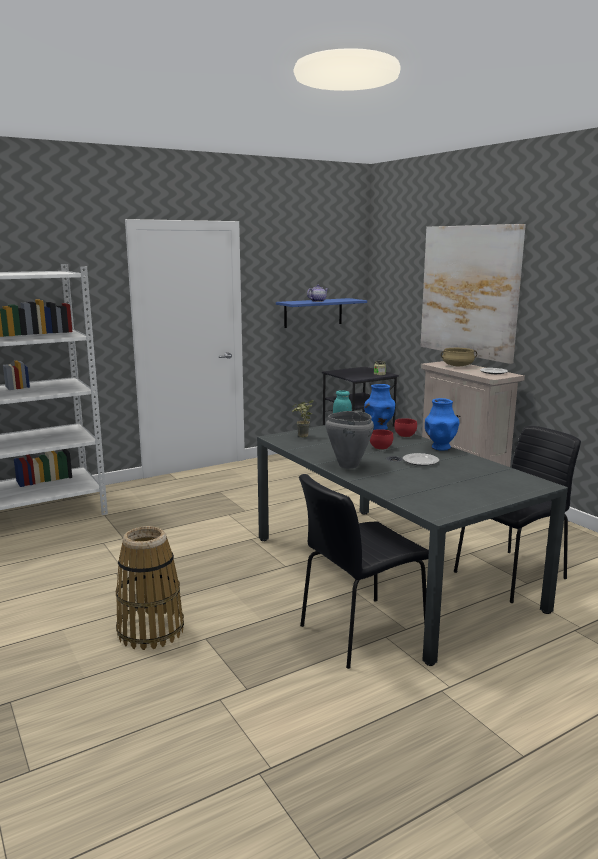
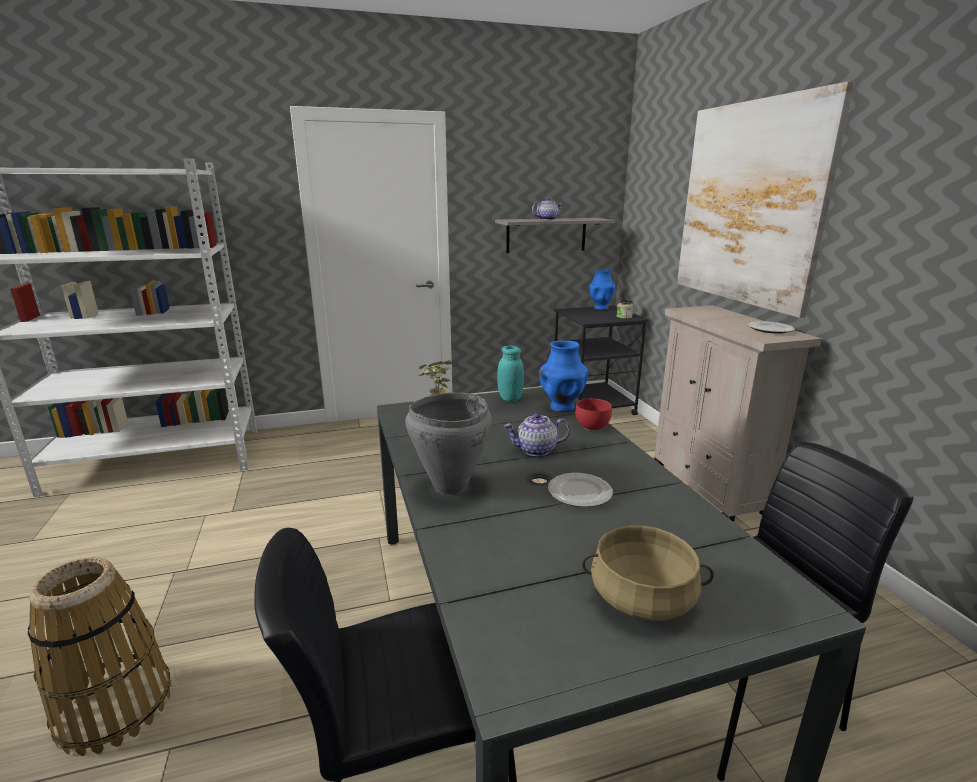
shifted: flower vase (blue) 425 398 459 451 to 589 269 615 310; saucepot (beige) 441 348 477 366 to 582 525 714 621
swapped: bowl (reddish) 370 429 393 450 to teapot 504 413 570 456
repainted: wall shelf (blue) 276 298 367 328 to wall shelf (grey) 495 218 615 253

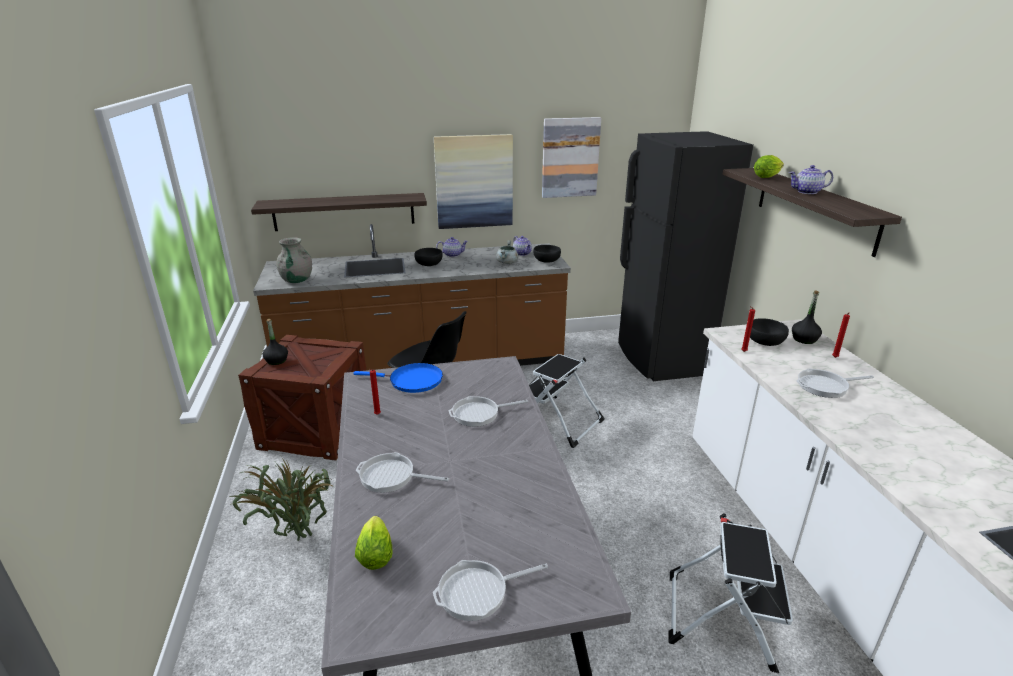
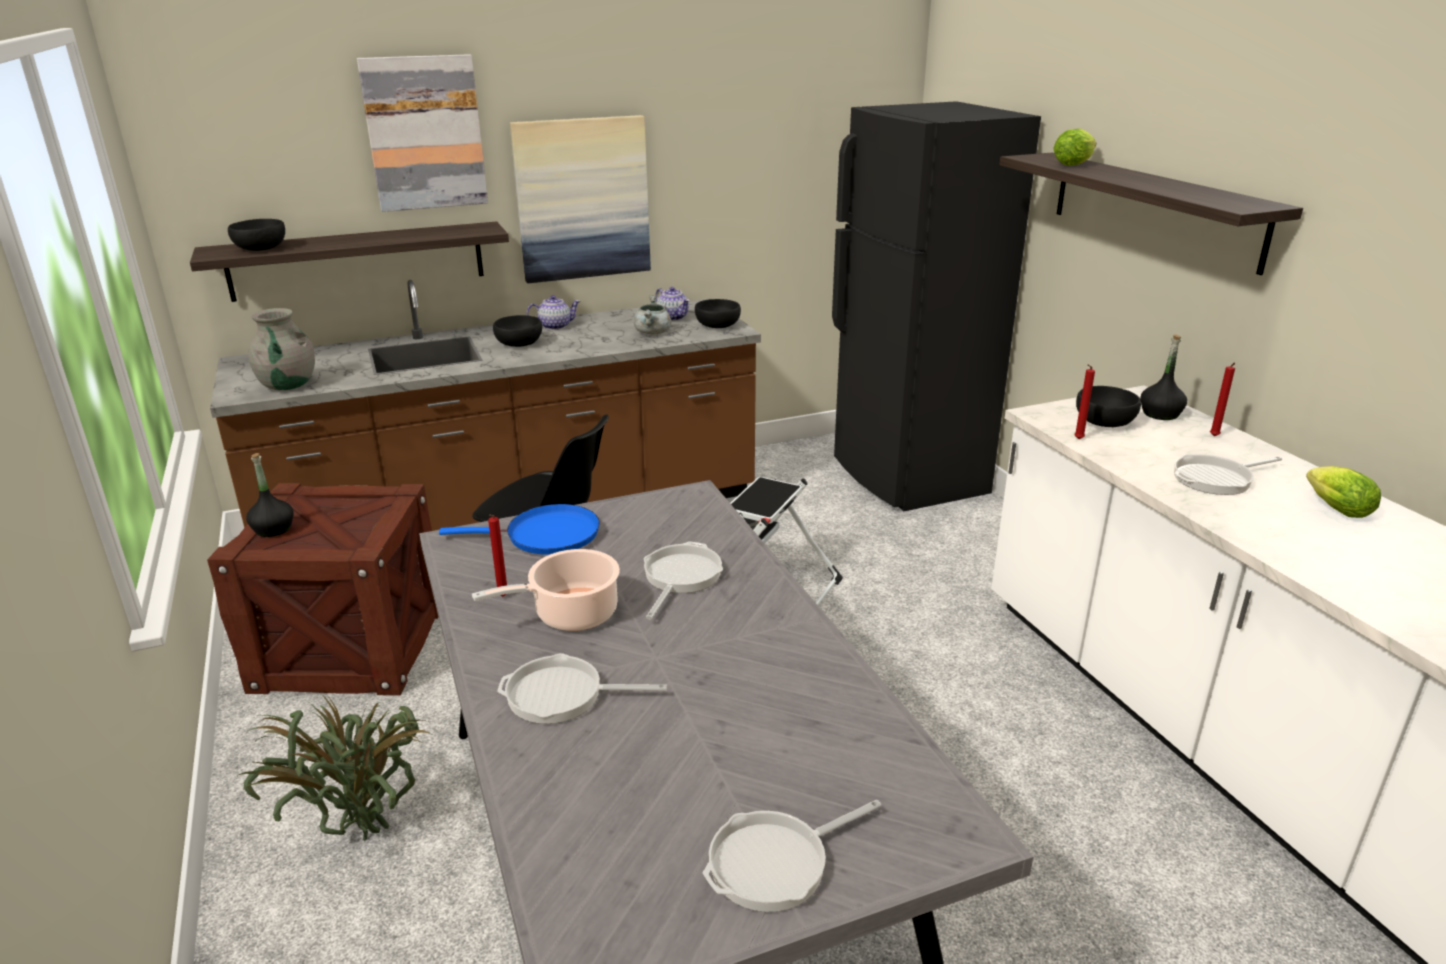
gone: step stool 668 513 793 673; teapot 789 165 833 194
new: bowl (black-coloured) 228 219 285 251; saucepot 472 549 620 631
shifted: lettuce 355 516 393 570 to 1306 466 1381 518; picture 542 117 601 198 to 357 54 488 212
rotated: skillet 449 396 528 427 = 644 541 723 620 135 degrees clockwise

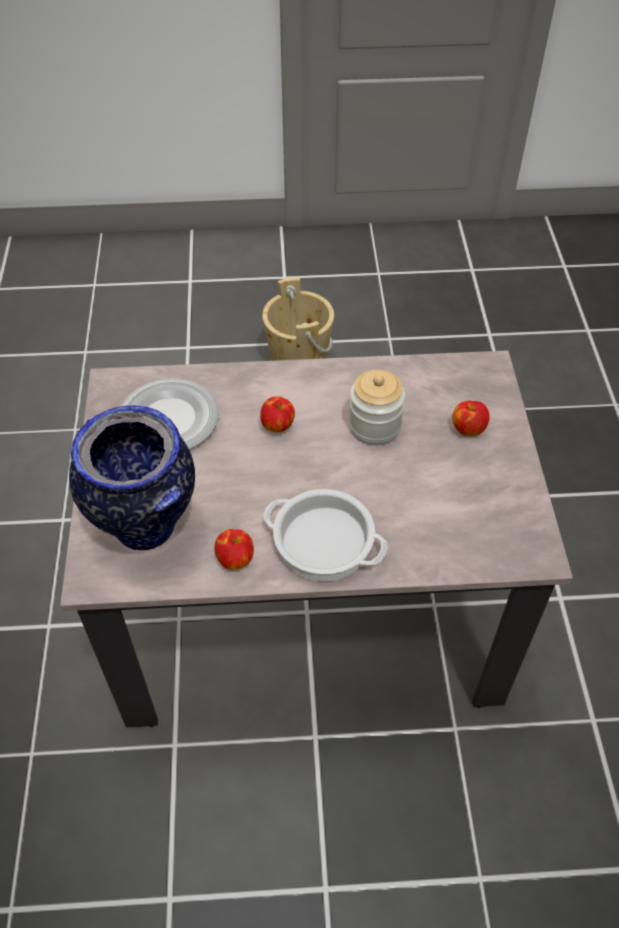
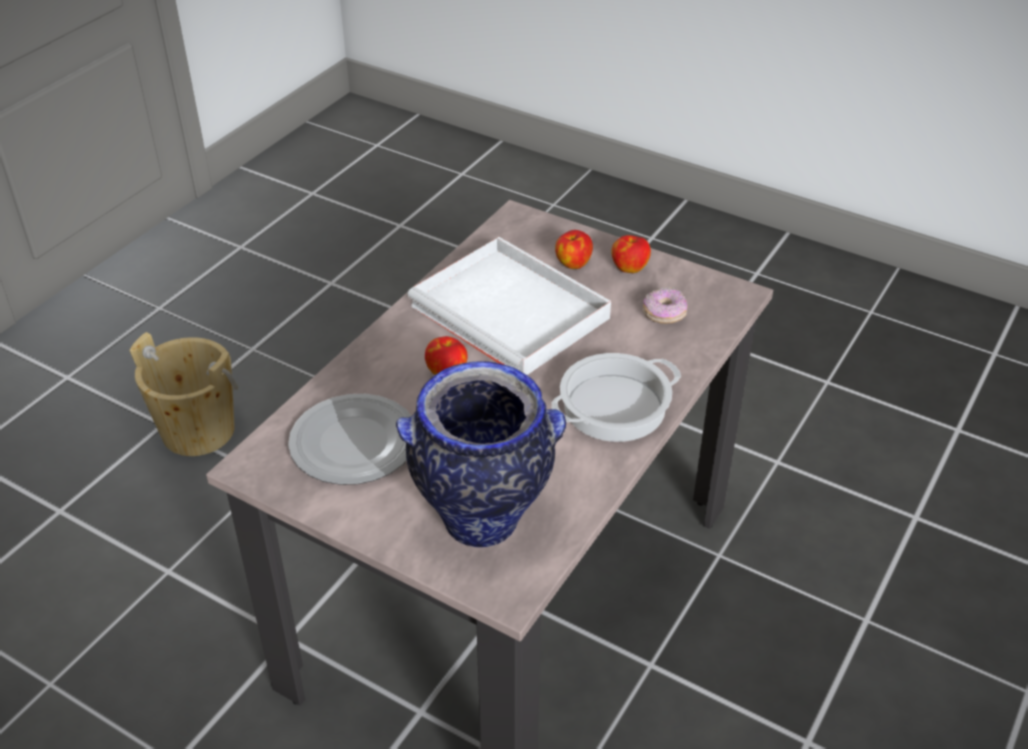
new: donut 643 287 687 324
shifted: apple 215 529 254 570 to 611 235 651 273
swapped: preserve jar 349 370 405 445 to carrying tray (whitish) 407 237 611 375

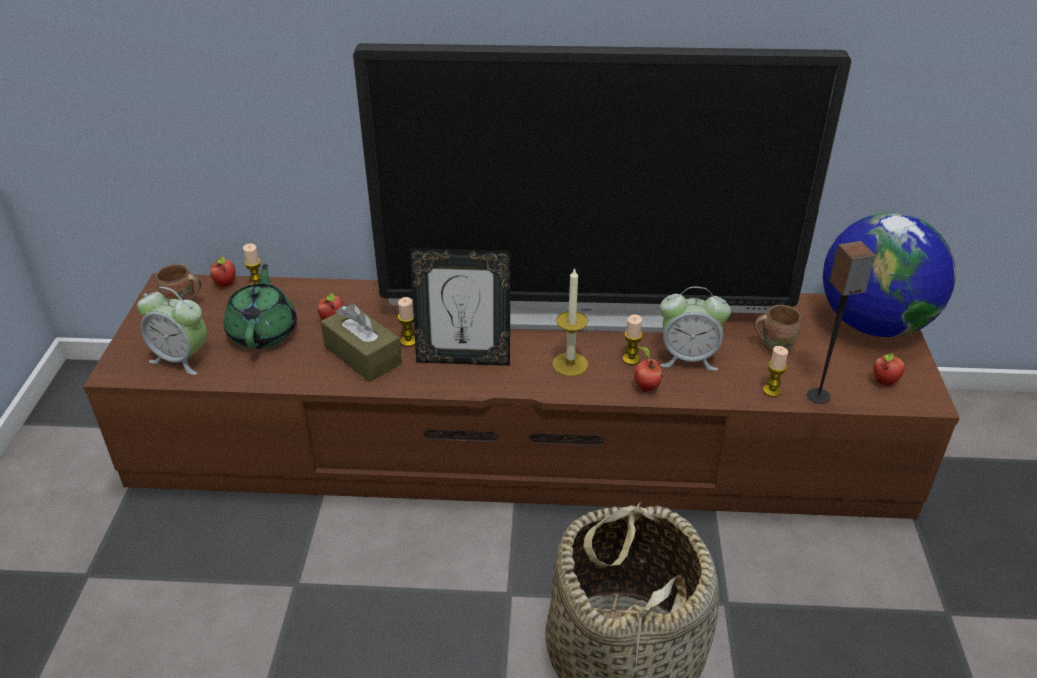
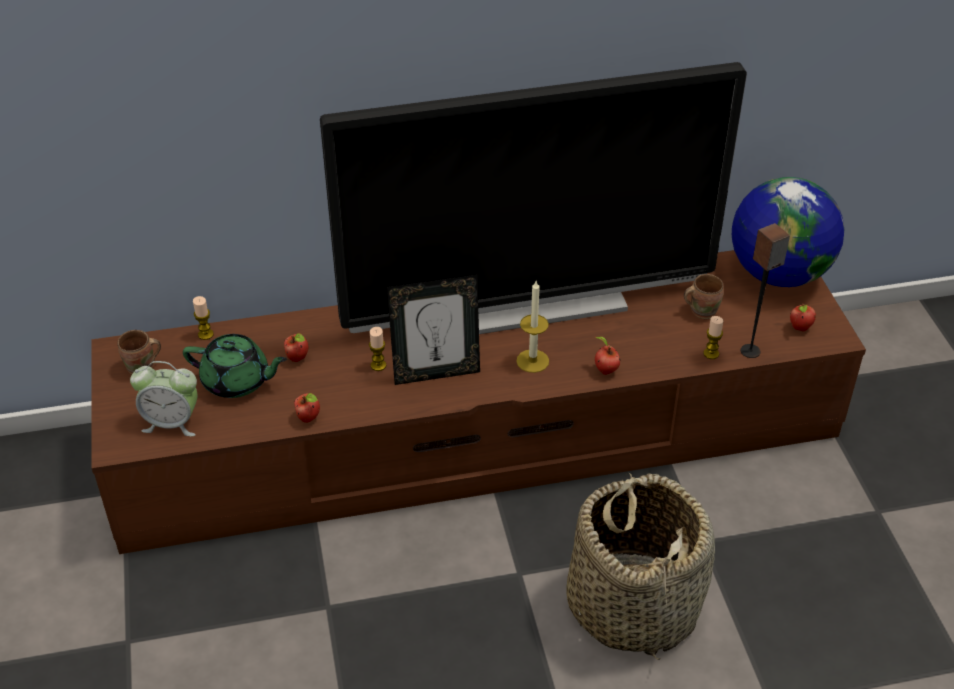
gone: tissue box (brownish) 321 304 402 382; wax candle 622 314 642 365; table clock 660 287 731 370
shifted: apple 210 256 236 287 to 294 393 320 423
rotated: teapot (greenish) 224 264 297 349 = 183 334 287 398 120 degrees clockwise

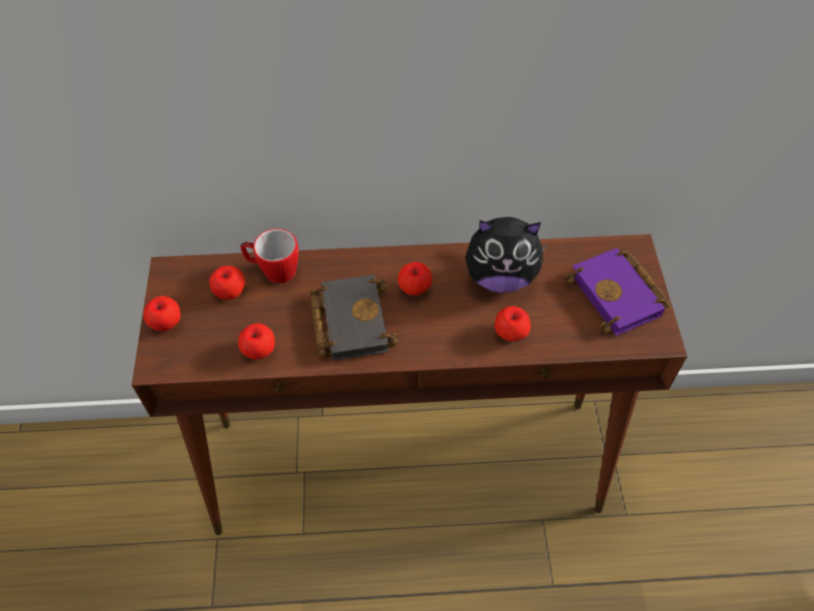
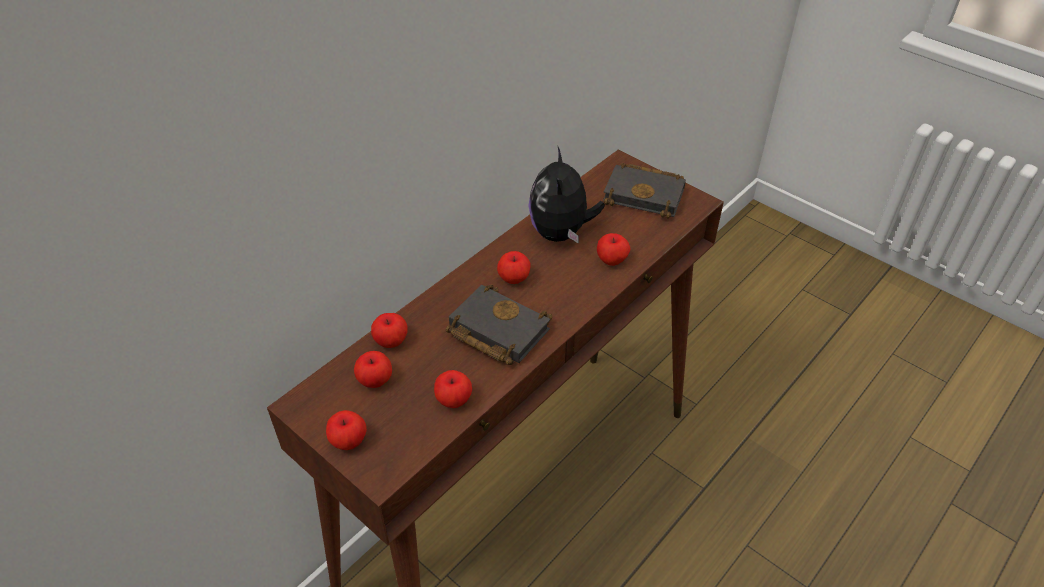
swapped: coffee mug 240 229 299 283 to apple 371 313 408 348
repainted: book (purplish) 565 248 670 336 to book (black-coloured) 603 163 686 219
rotated: soft toy 465 217 547 293 = 528 145 605 244 135 degrees clockwise

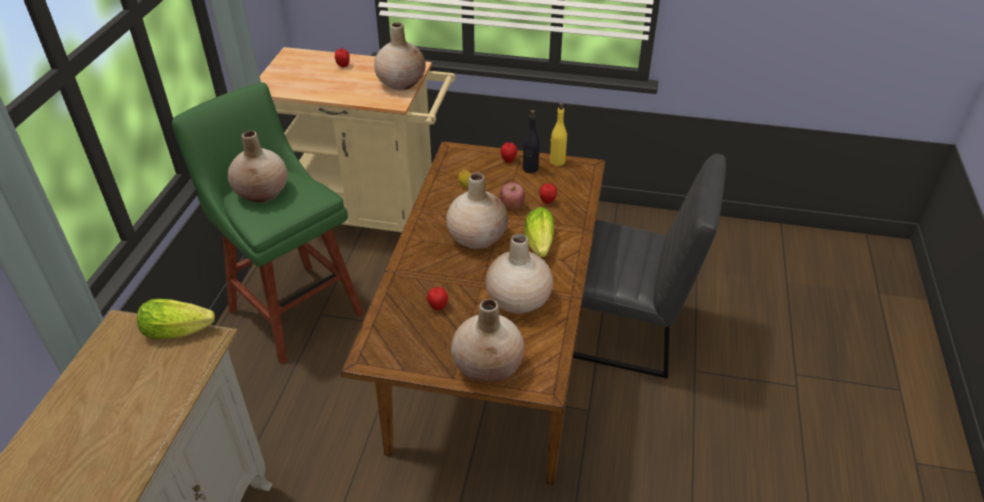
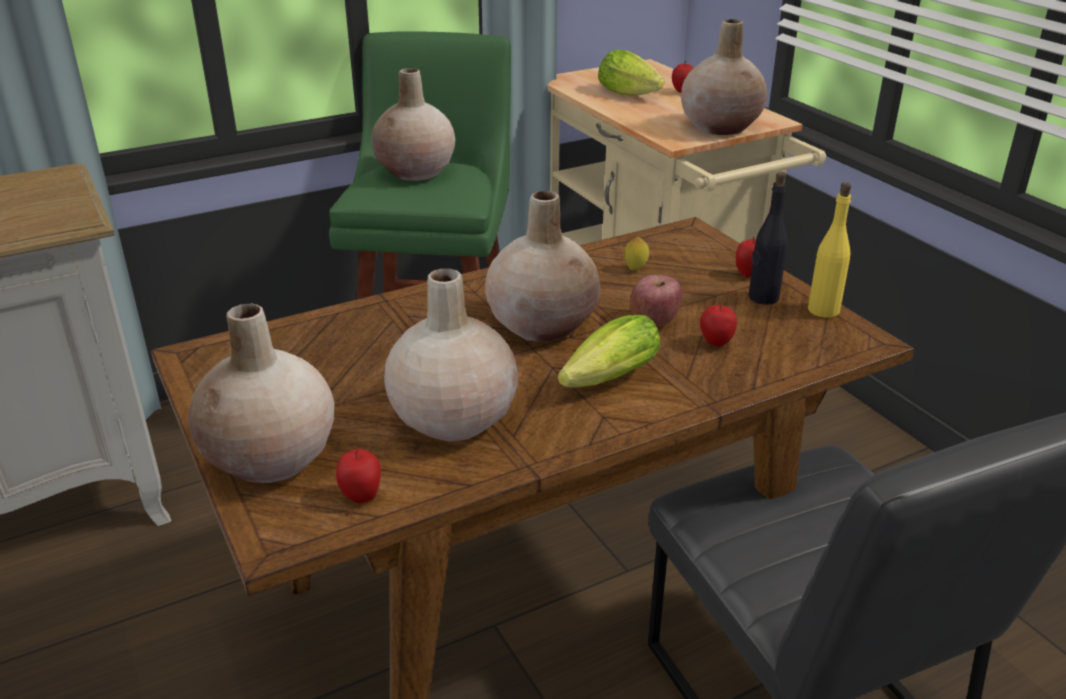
shifted: lettuce 137 299 215 339 to 598 49 665 95; apple 427 287 448 310 to 336 449 381 504

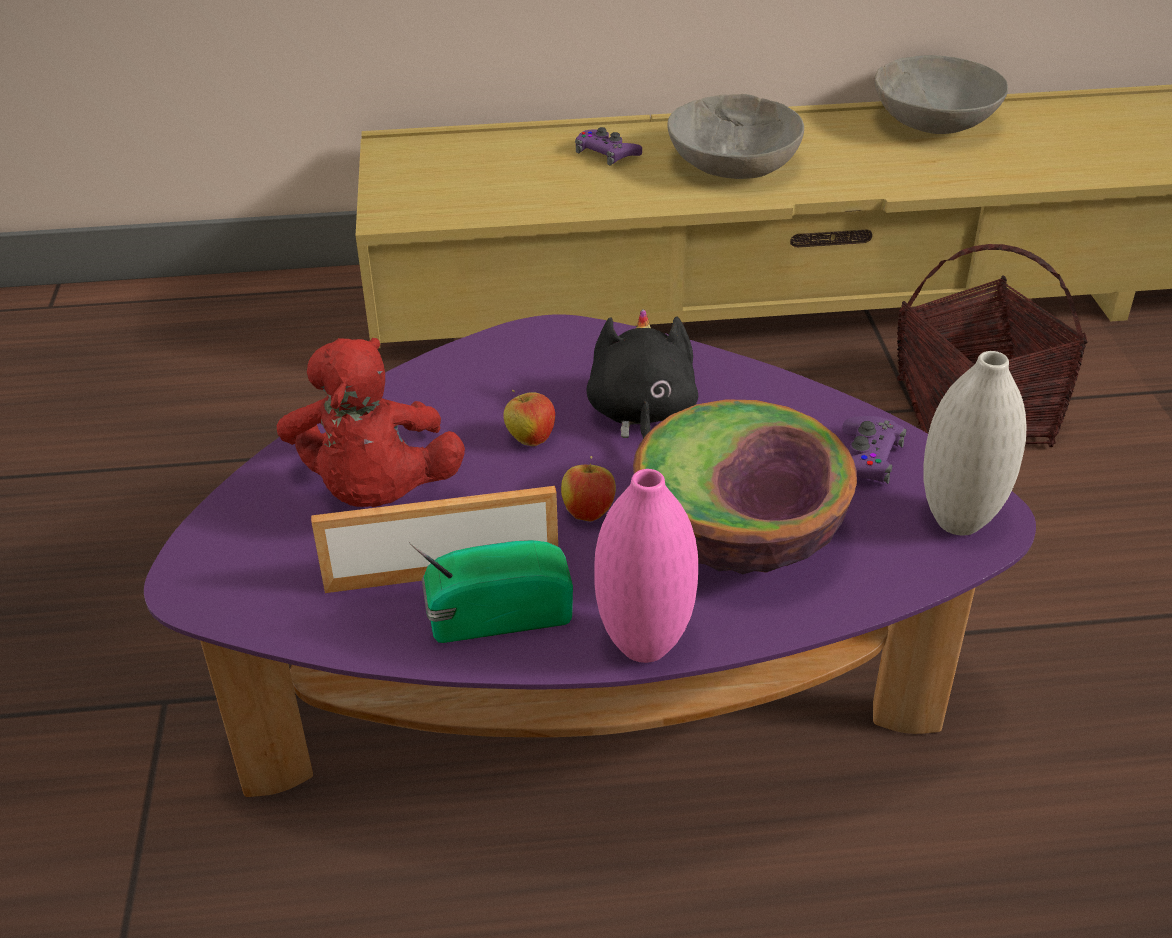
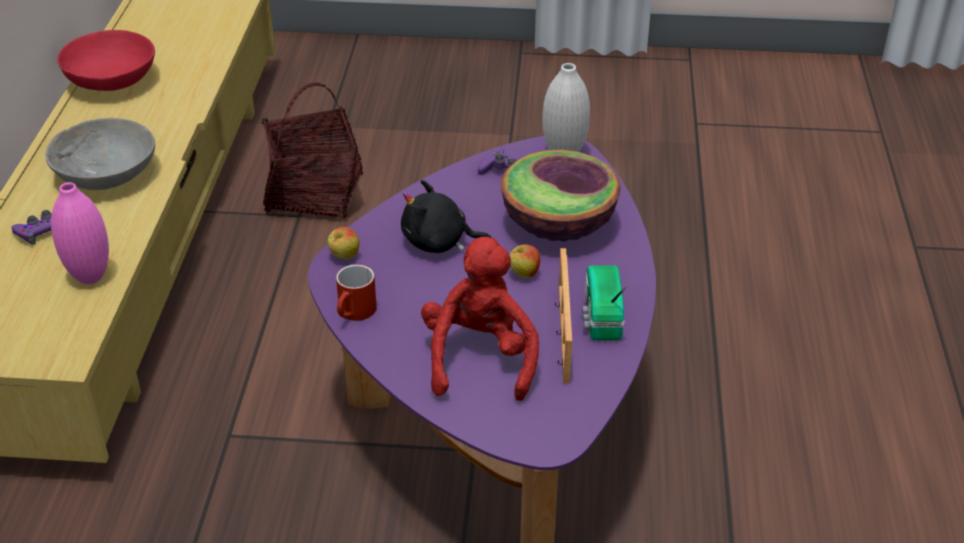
new: coffee mug (reddish) 336 264 377 321
shifted: apple 503 390 555 446 to 327 227 359 259; flower vase (pinkish) 594 469 698 663 to 51 182 109 284
repainted: bowl (grey) 874 55 1008 134 to bowl (reddish) 57 30 155 91
rotated: soft toy (reddish) 276 338 465 507 = 421 237 539 401 90 degrees counterclockwise

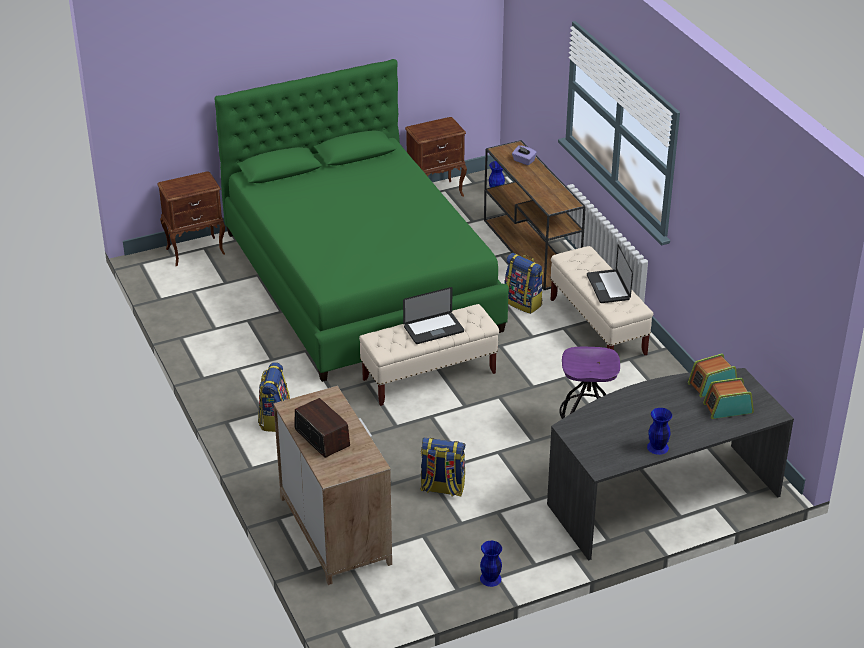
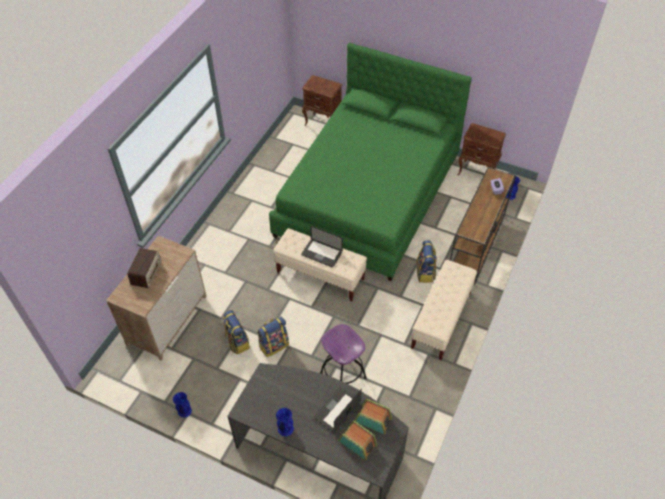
shifted: rucksack 258 362 290 432 to 257 317 289 357; notebook computer 587 245 633 303 to 314 386 362 433

